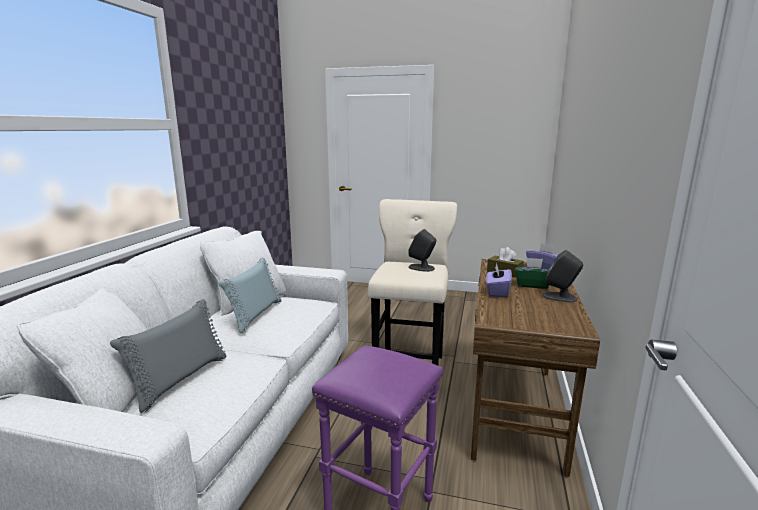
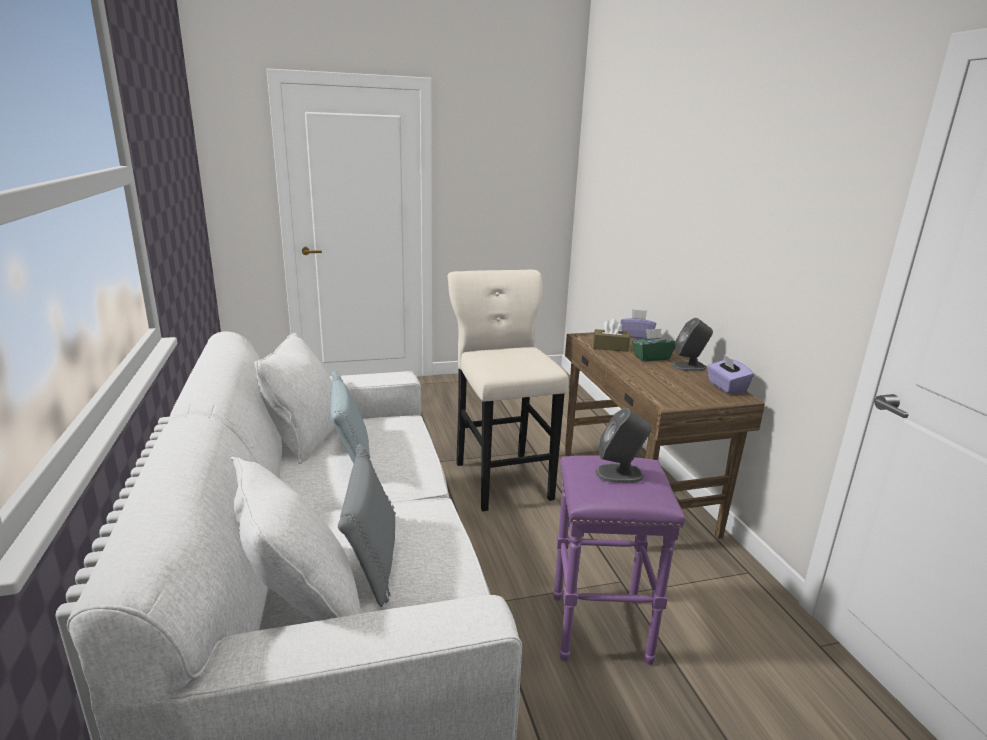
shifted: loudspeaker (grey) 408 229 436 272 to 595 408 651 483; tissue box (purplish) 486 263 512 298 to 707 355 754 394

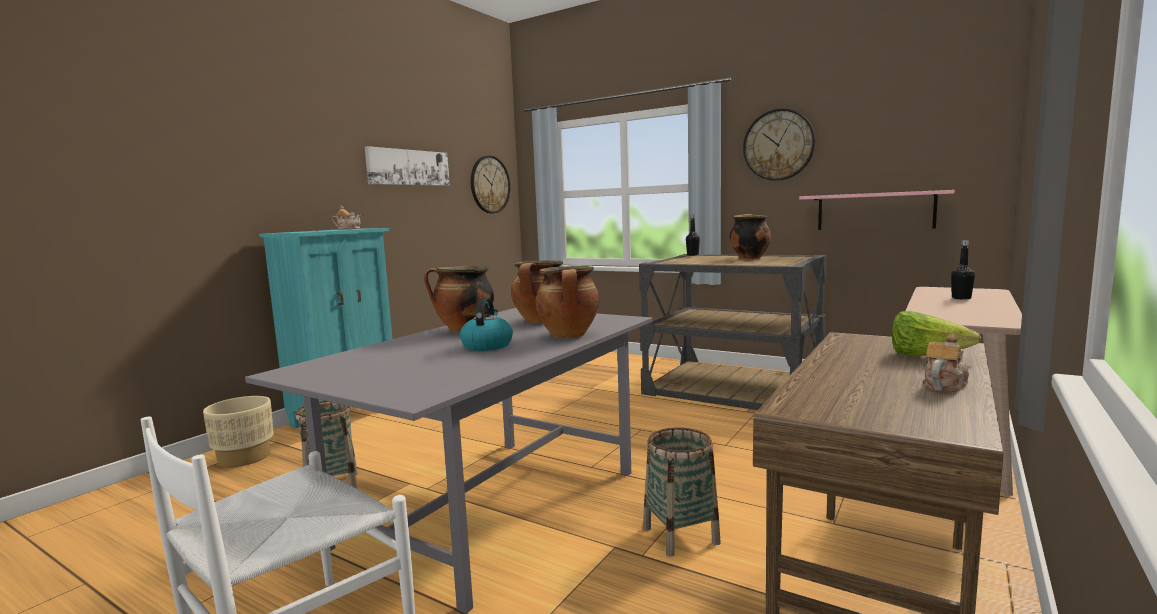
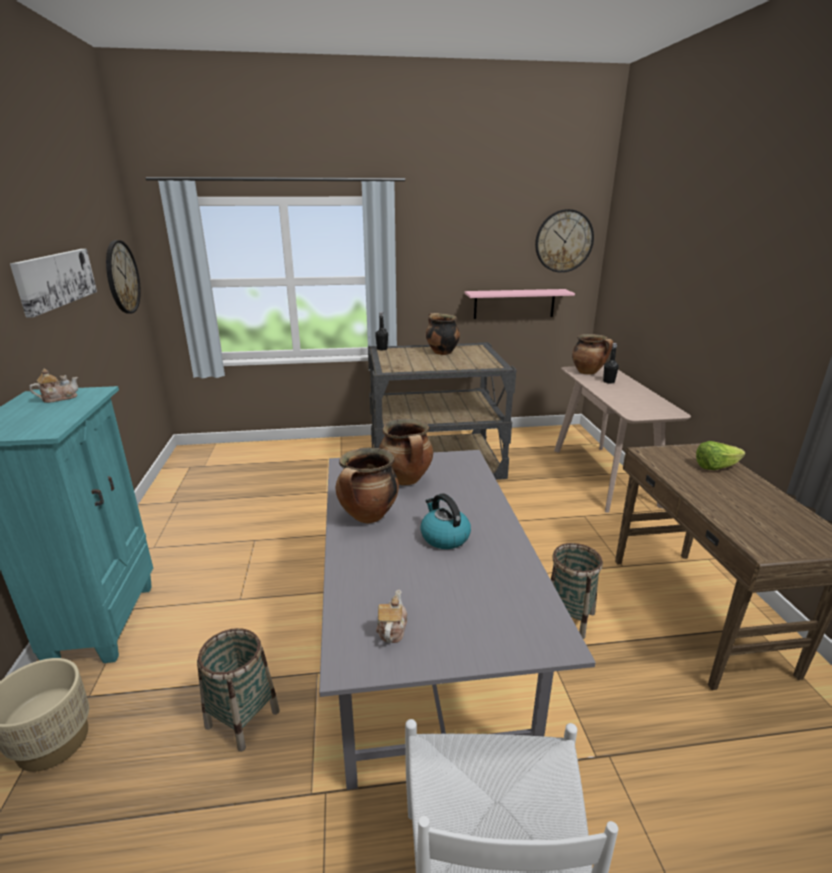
shifted: saucepot 536 266 600 338 to 572 334 613 375; clock on the wall 743 108 815 181 to 535 209 594 273; teapot 922 334 969 392 to 376 590 407 643

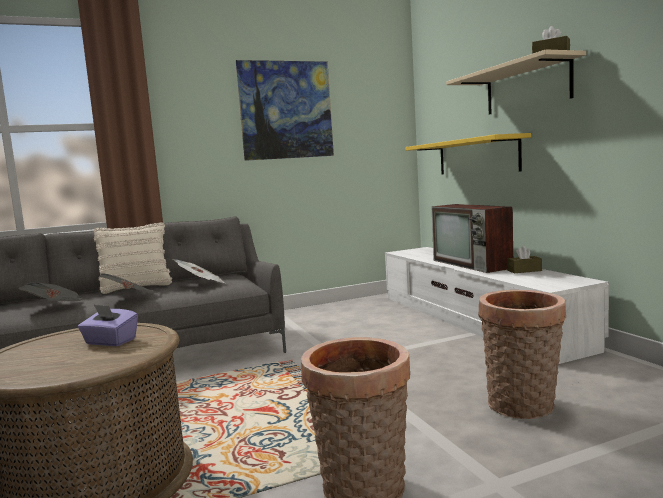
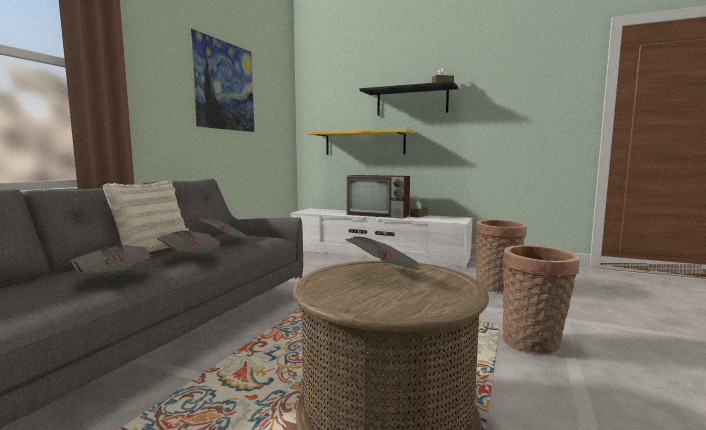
swapped: tissue box (purplish) 78 304 138 346 to daily paper 345 236 423 270
repainted: wall shelf (beige) 446 50 586 114 to wall shelf (black-coloured) 359 81 458 116

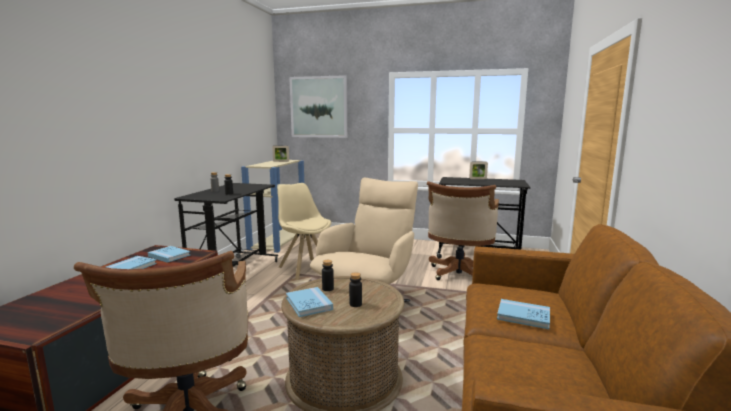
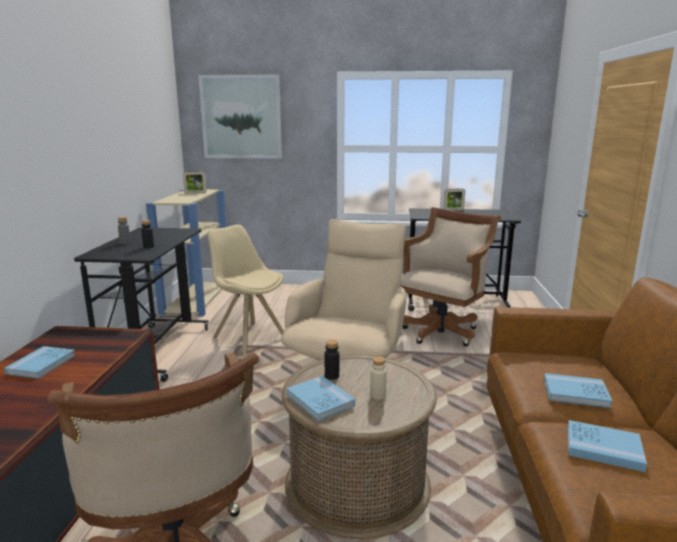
shifted: book (blue) 148 246 191 263 to 568 420 647 472
repainted: bottle (black-coloured) 349 272 362 307 to bottle (beige) 370 356 387 400
rotated: desk chair 427 181 499 280 = 400 207 501 346 150 degrees counterclockwise

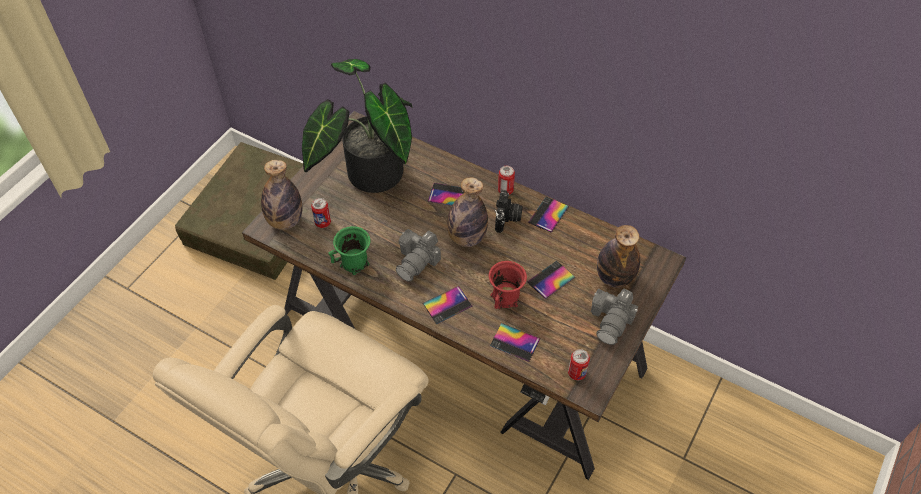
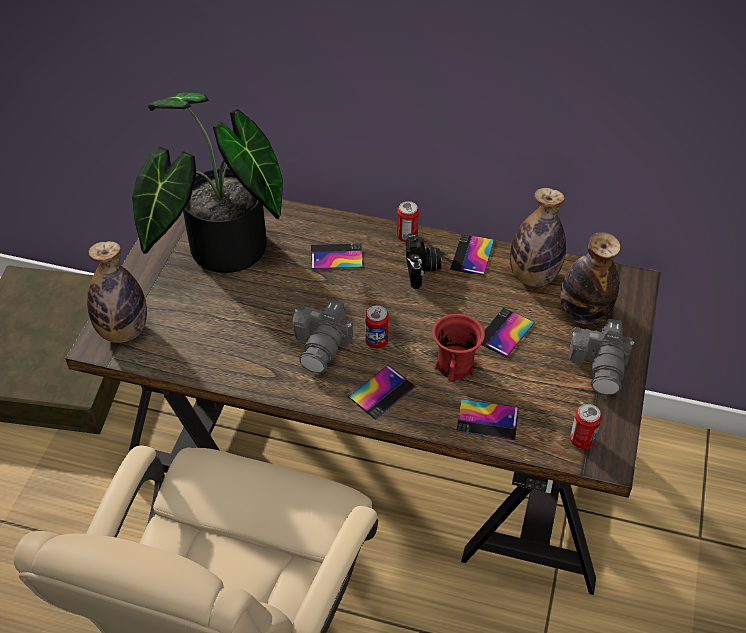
gone: coffee mug (greenish) 328 226 371 275
shifted: sealed can 311 198 331 228 to 365 305 389 349; bottle 447 177 488 247 to 510 188 566 286

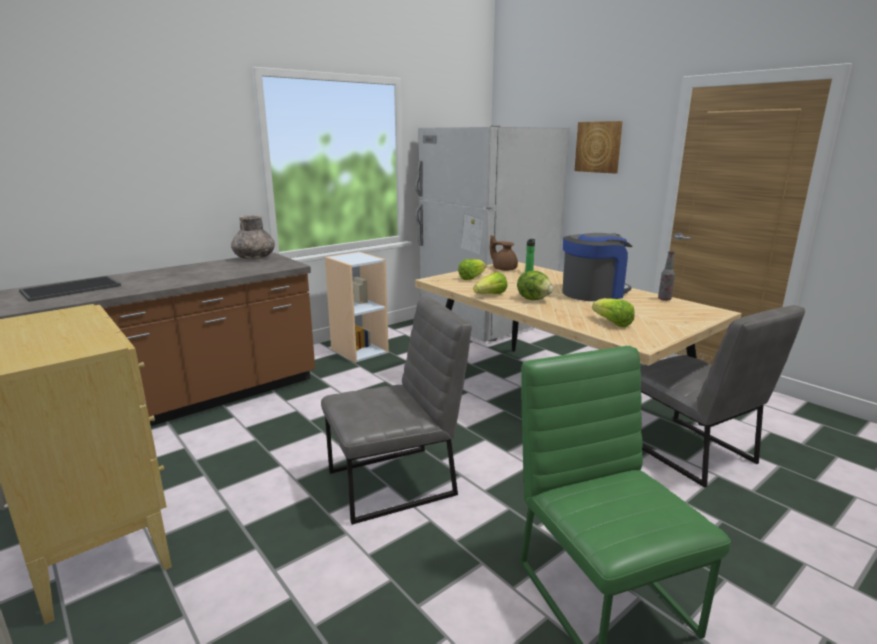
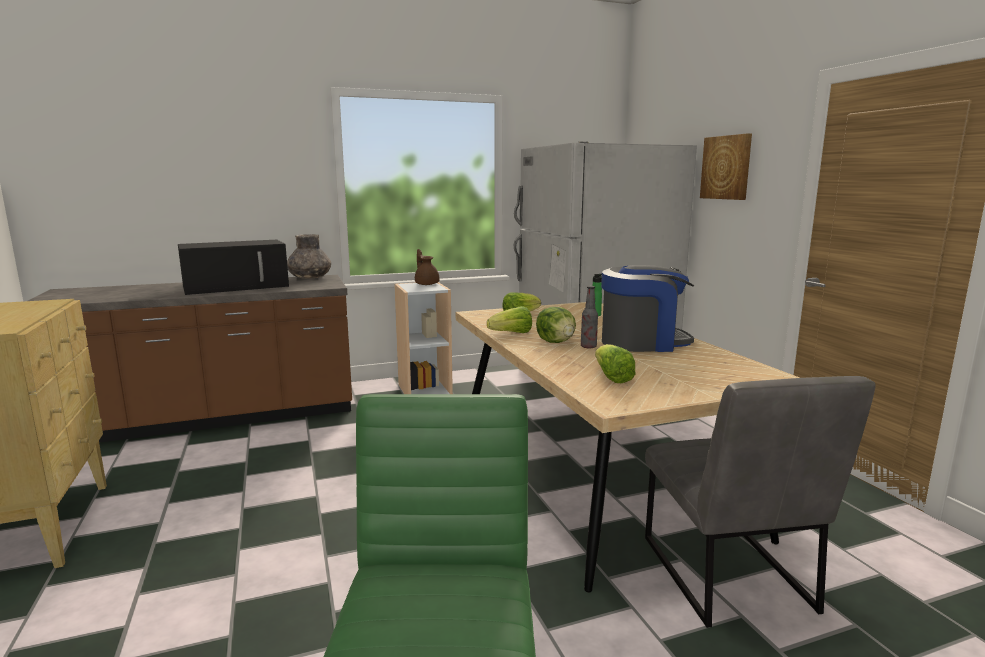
gone: carrying tray 19 276 121 302; upright chair (grey) 321 297 471 525
new: microwave (black-coloured) 178 240 289 295
shifted: teapot (brownish) 490 235 518 271 to 415 249 440 285; bottle 658 251 675 301 to 581 286 598 349

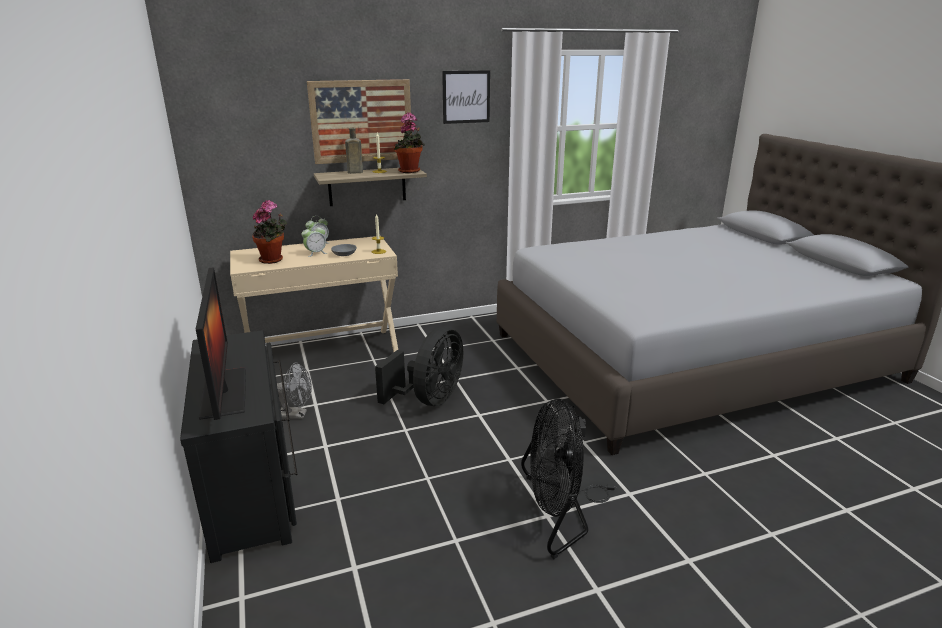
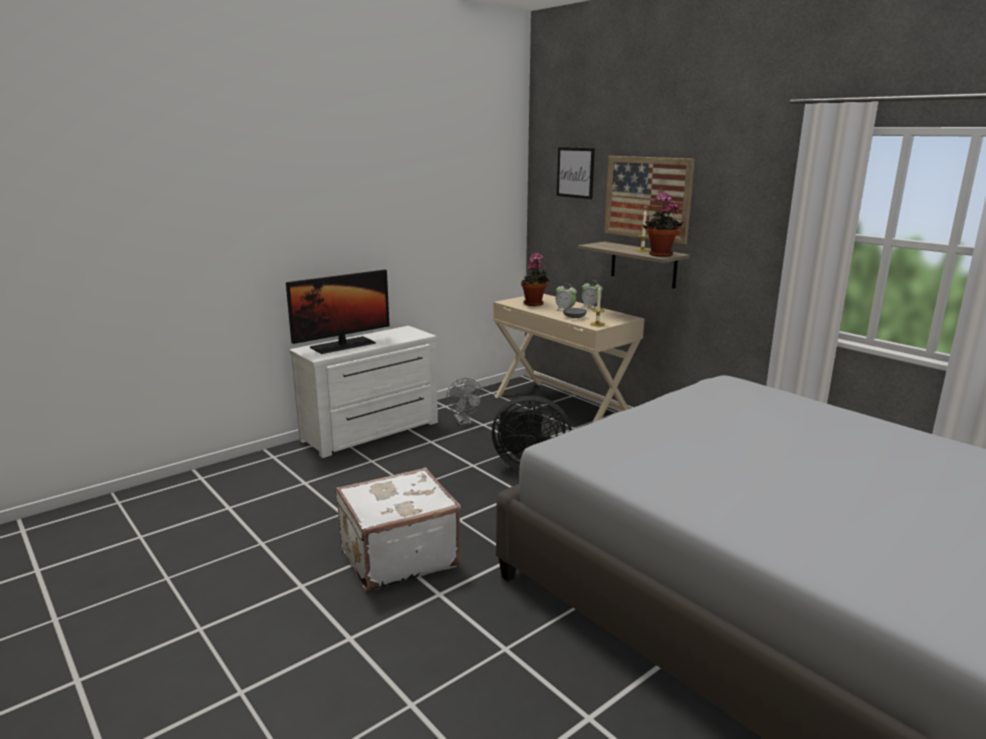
gone: bottle (brownish) 345 128 363 174
shifted: picture 442 70 490 124 to 557 147 595 199
swapped: electric fan (black-coloured) 521 398 617 559 to travel case (whitish) 335 467 461 593
repainted: dresser (black-coloured) 180 330 297 563 to dresser (whitish) 290 326 438 458

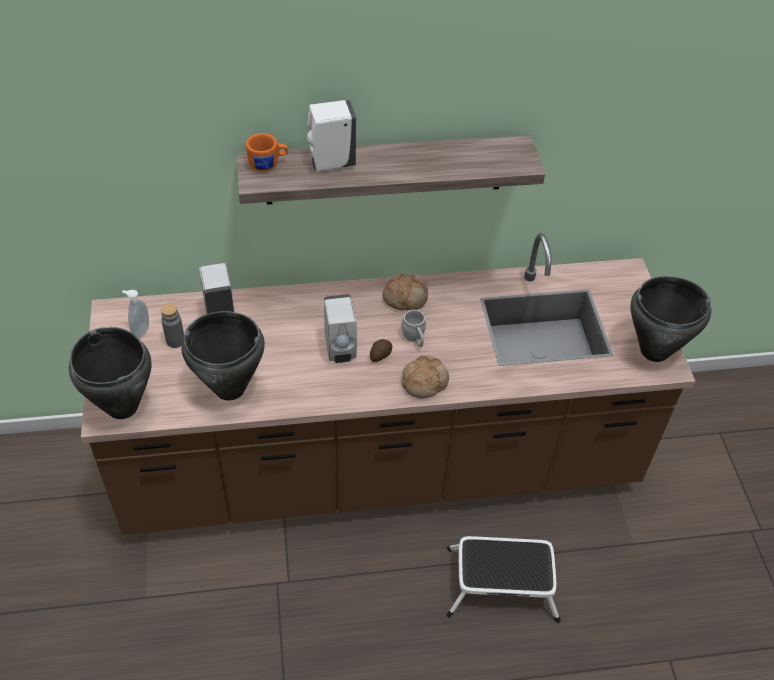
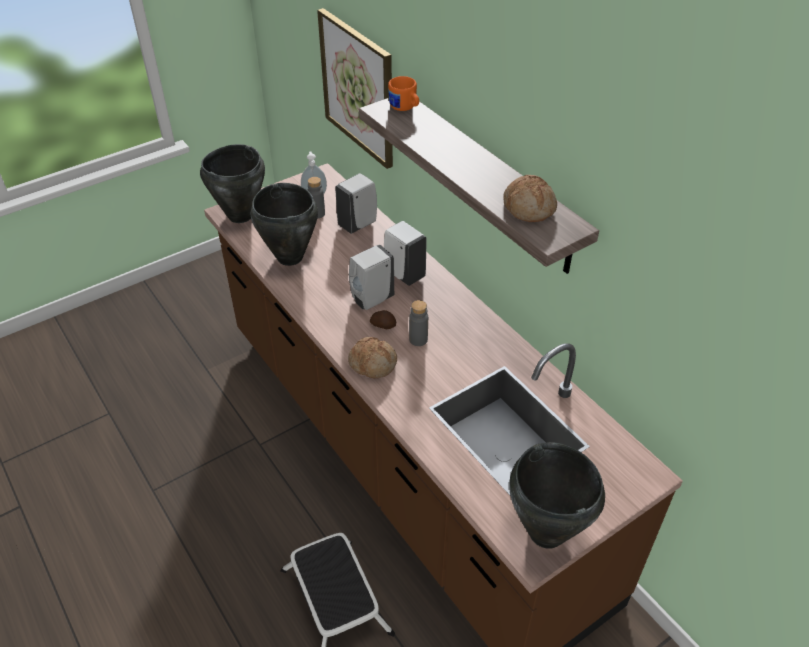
new: picture 317 8 393 169
shifted: soap dispenser (whitish) 307 100 356 171 to 384 221 427 286; baked bread 383 274 428 311 to 503 175 557 222
swapped: coffee mug (grey) 402 310 426 347 to bottle (grey) 409 300 428 346

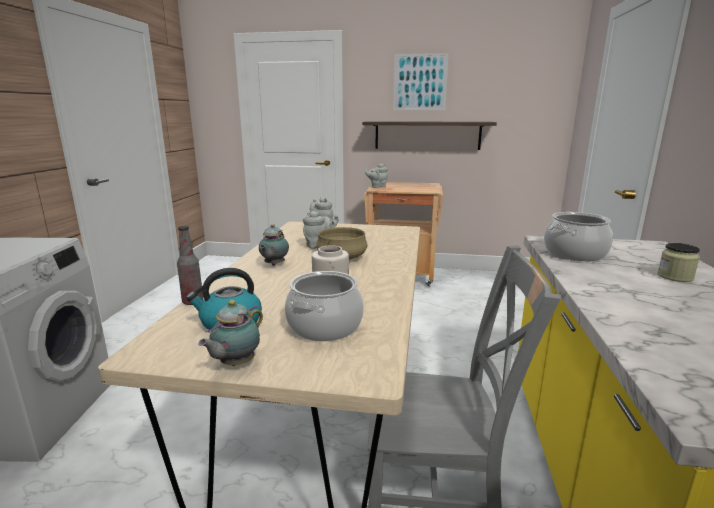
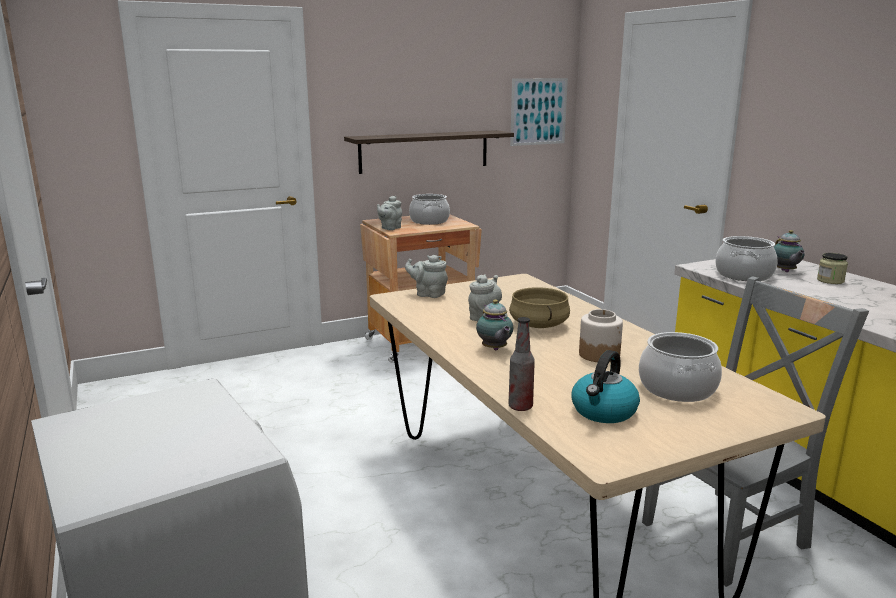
new: saucepot 409 194 450 225
shifted: teapot 198 300 263 366 to 774 230 805 272; picture 393 53 449 110 to 510 78 568 146

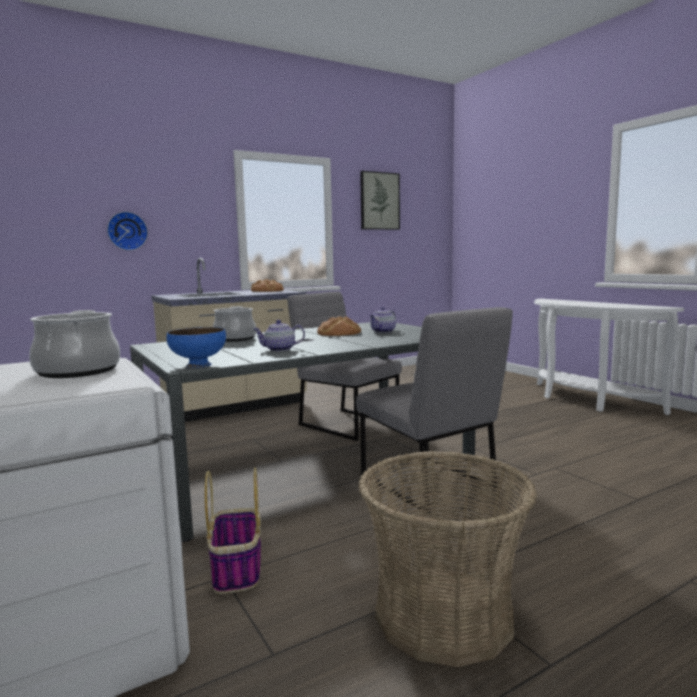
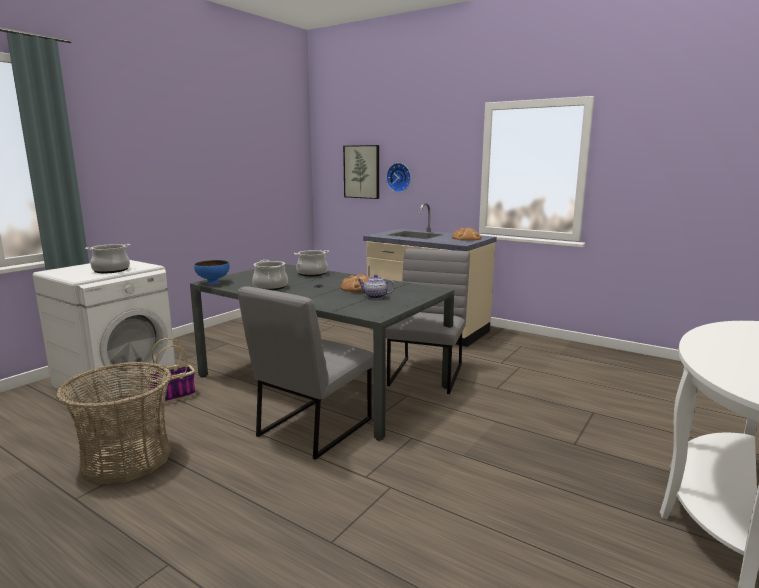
shifted: picture 360 171 400 230 to 343 145 379 199
swapped: teapot 254 320 305 352 to saucepot 252 260 288 290

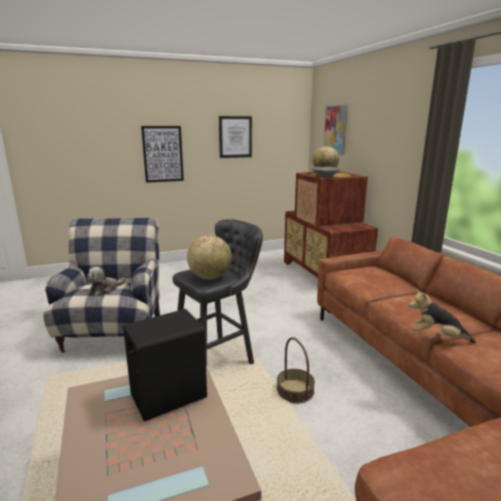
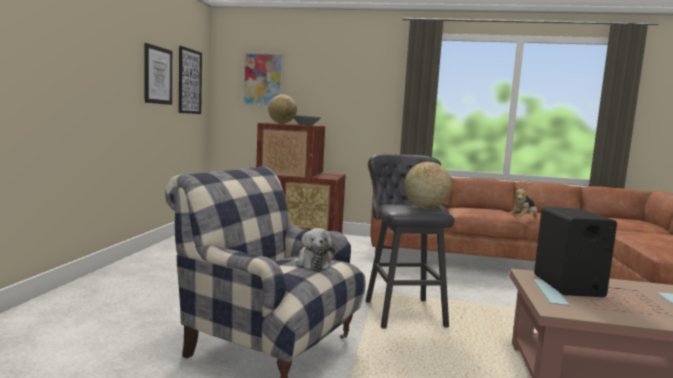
gone: storage basket 277 337 315 404
shifted: picture 141 126 184 183 to 179 46 202 114

